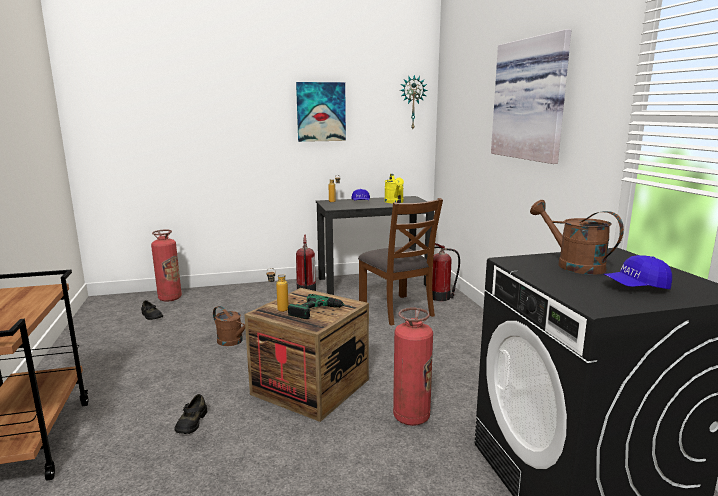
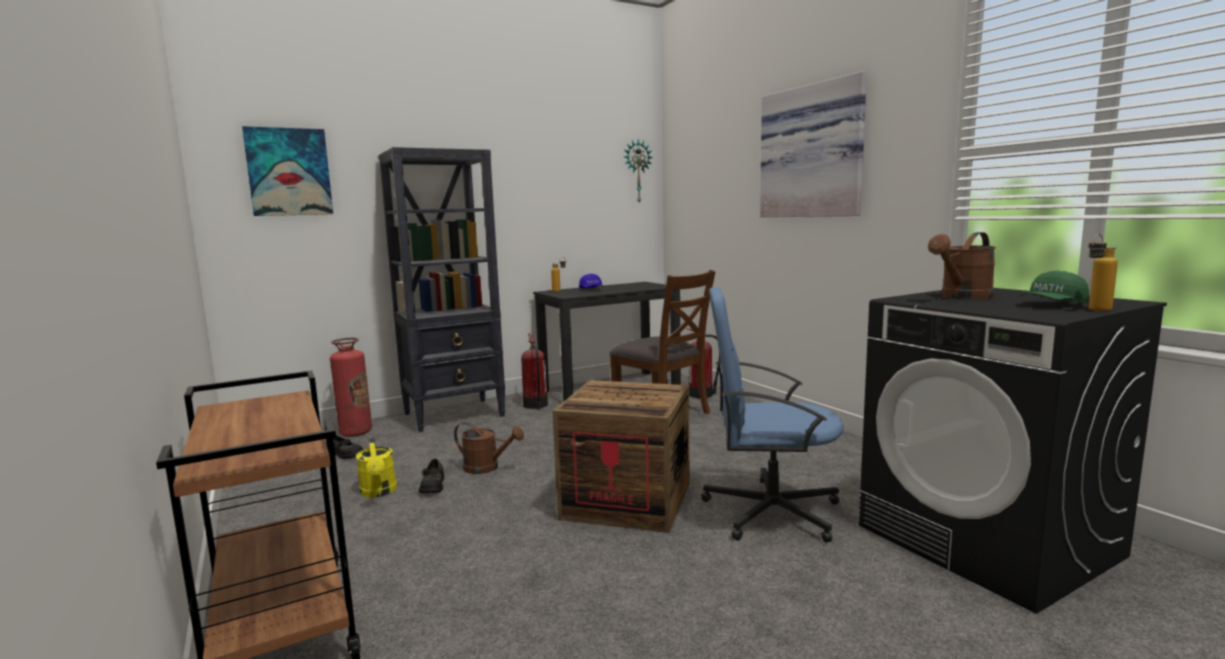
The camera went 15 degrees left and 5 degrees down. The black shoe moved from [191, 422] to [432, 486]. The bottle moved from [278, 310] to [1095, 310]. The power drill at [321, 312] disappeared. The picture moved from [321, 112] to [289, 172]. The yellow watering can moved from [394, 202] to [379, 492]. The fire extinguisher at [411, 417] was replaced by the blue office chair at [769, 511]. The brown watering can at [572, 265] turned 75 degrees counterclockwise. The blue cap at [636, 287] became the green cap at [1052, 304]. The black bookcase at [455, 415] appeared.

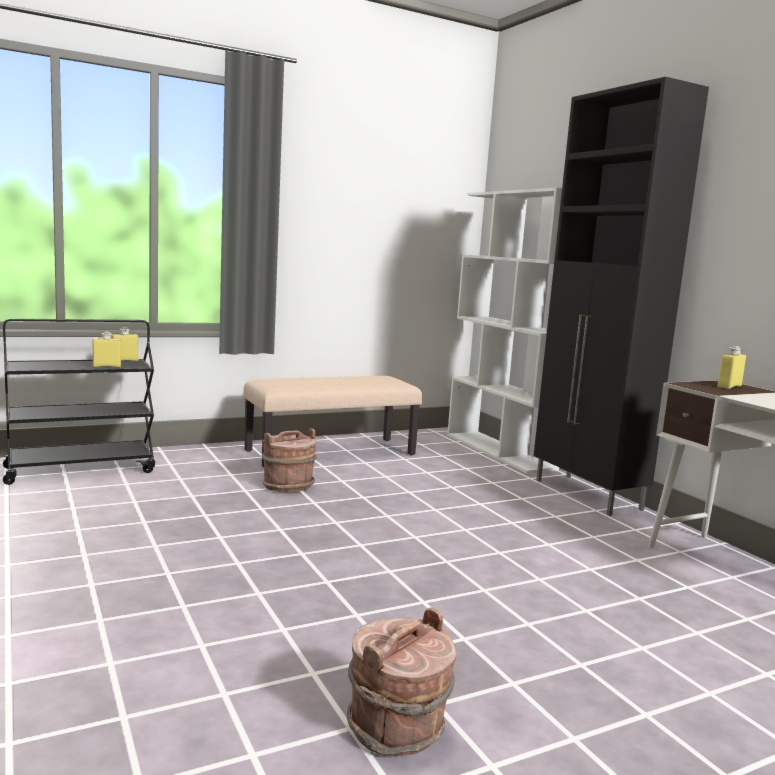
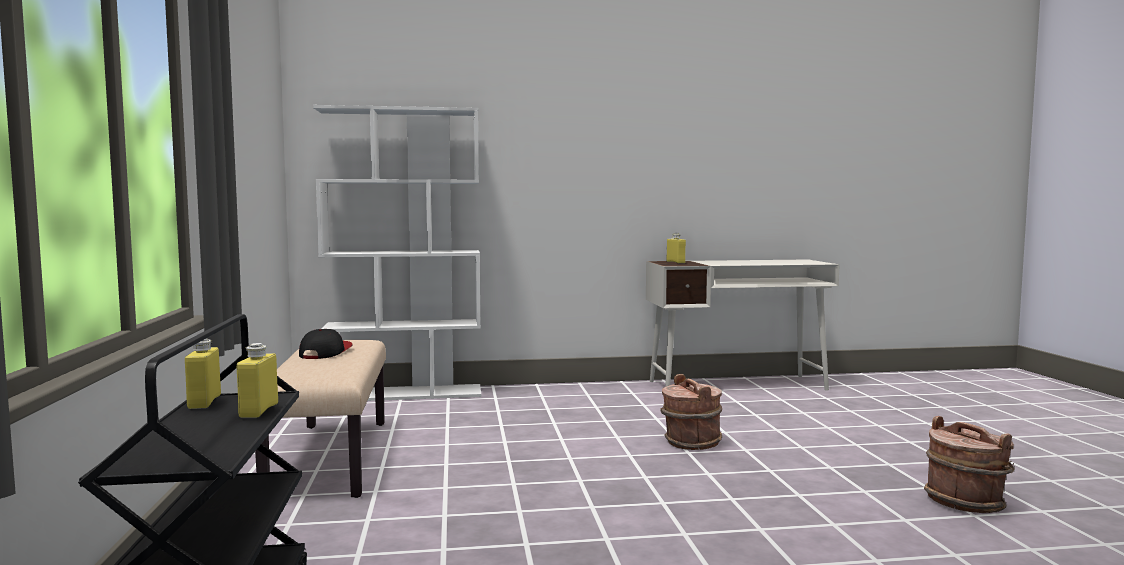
The camera went 70 degrees left and 5 degrees down. The brown bucket moved from [288, 486] to [691, 442]. The black cabinet at [587, 495] disappeared. The cap at [325, 352] appeared.

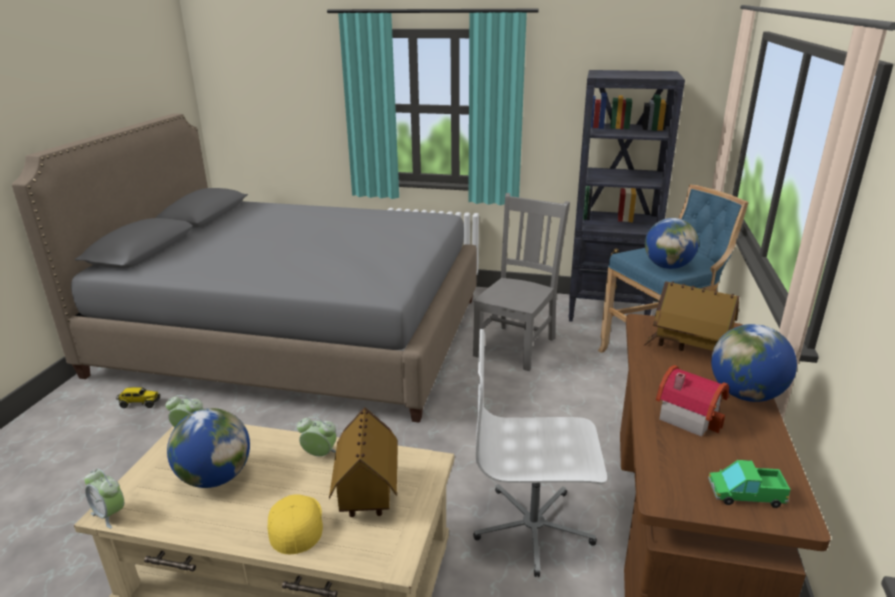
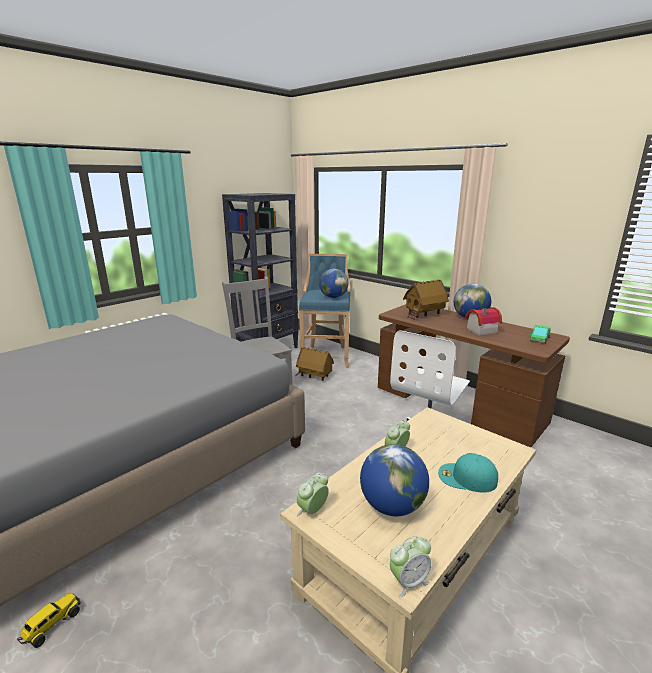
The camera went 60 degrees left and 5 degrees down. The yellow cap at [294, 523] became the turquoise cap at [466, 478]. The toy house moved from [366, 494] to [314, 377].

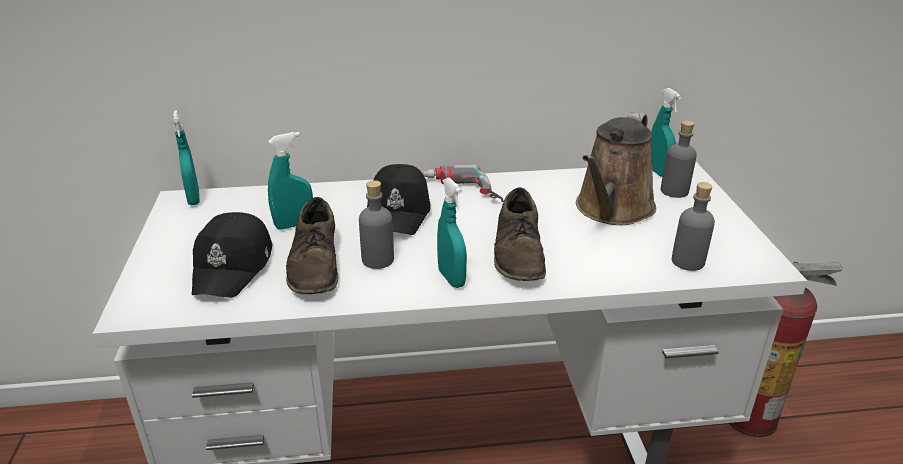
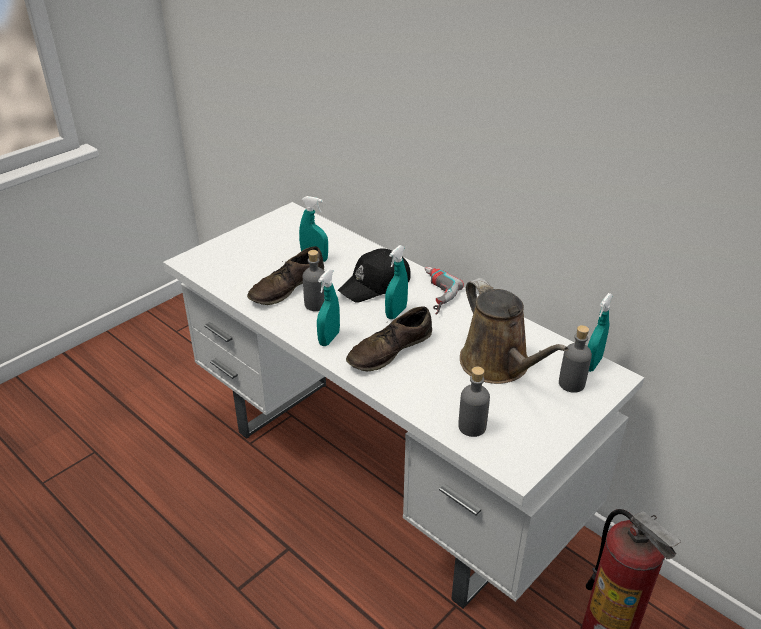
The camera went 50 degrees right and 5 degrees up. The turquoise spray bottle moved from [194, 199] to [396, 313]. The black cap at [234, 266] disappeared. The brown watering can at [612, 210] turned 105 degrees counterclockwise.

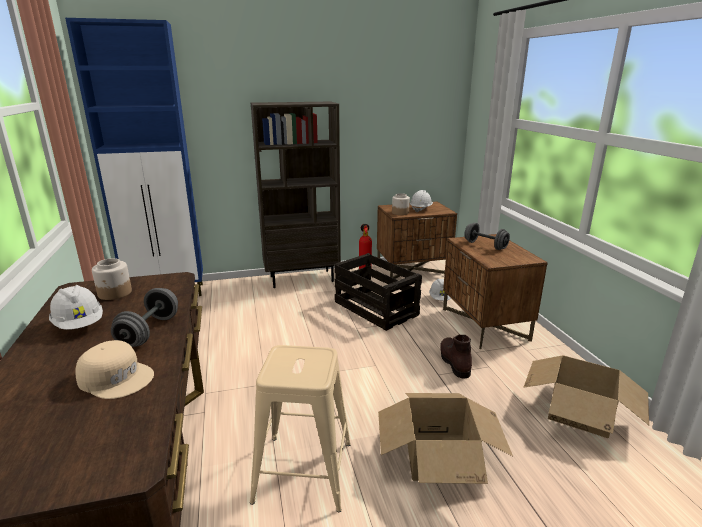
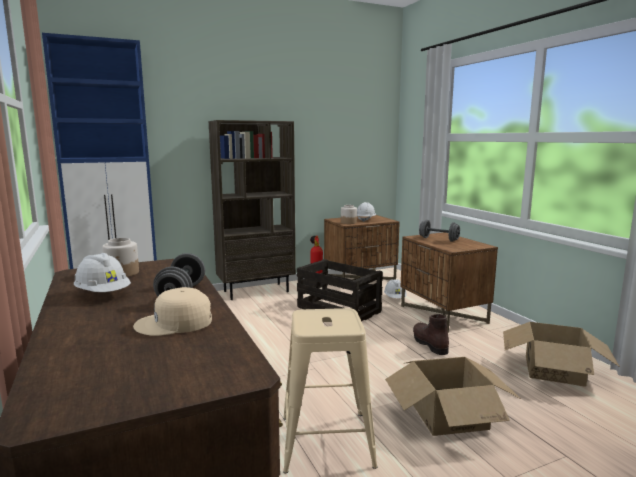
The camera went 10 degrees left and 10 degrees down. The beige cap at [117, 377] turned 150 degrees clockwise.

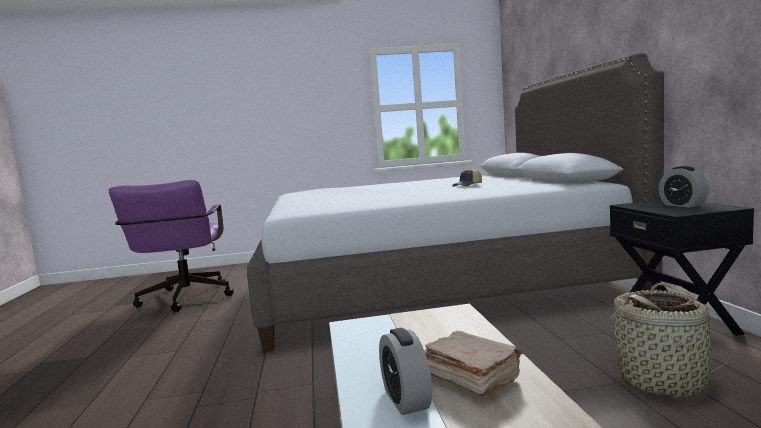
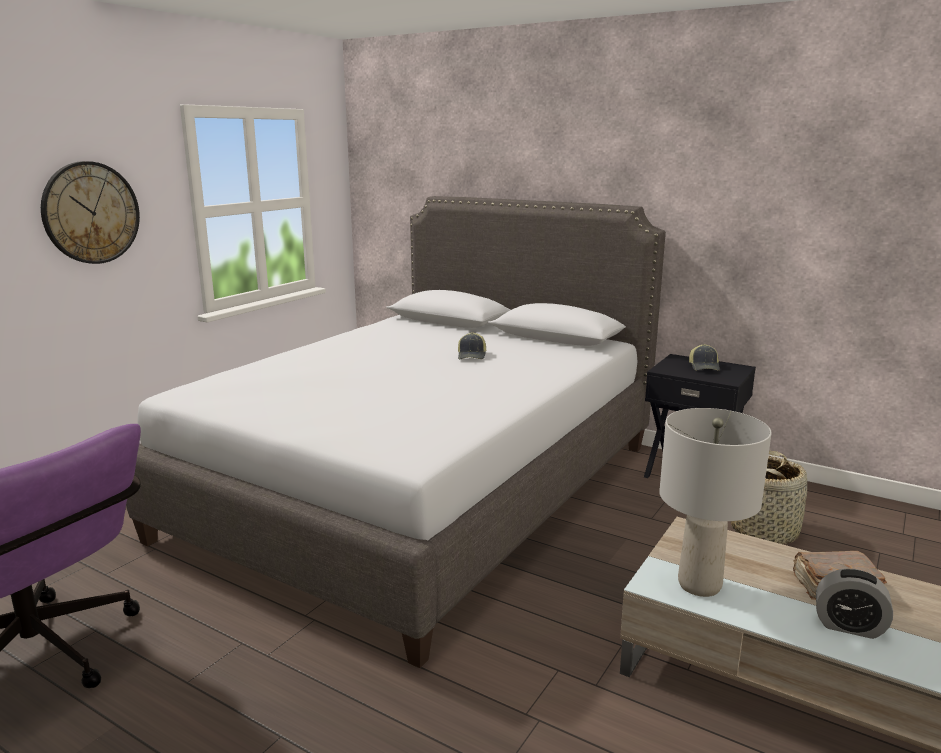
The camera went 50 degrees left and 10 degrees up. The alarm clock at [682, 205] was replaced by the cap at [704, 367]. The wall clock at [91, 213] appeared. The grey table lamp at [699, 585] appeared.

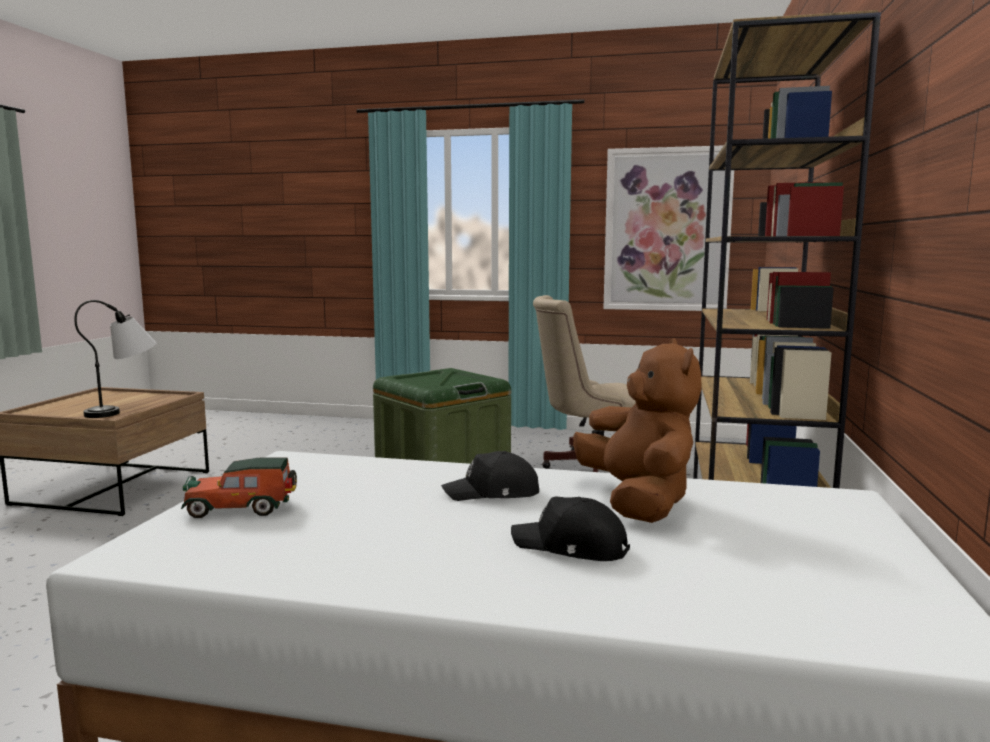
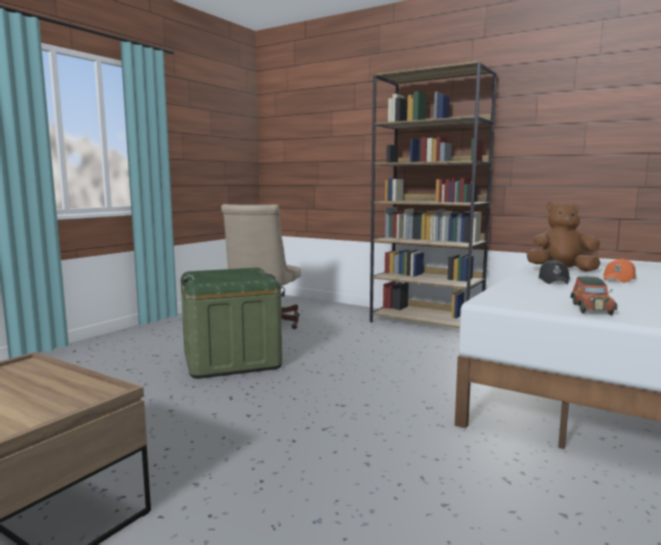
The camera went 70 degrees left and 0 degrees up. The table lamp at [125, 410] disappeared. The black cap at [570, 547] became the orange cap at [619, 279]. The picture at [667, 230] disappeared.

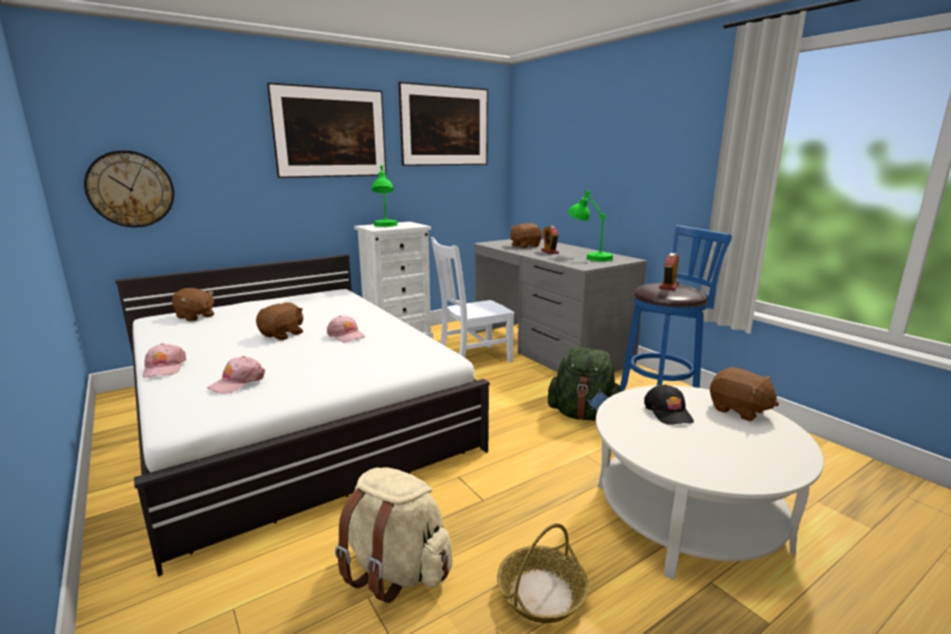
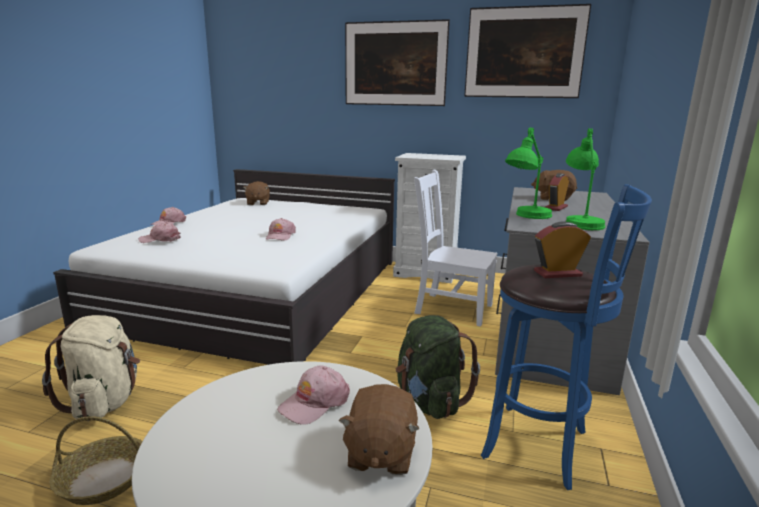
The camera went 50 degrees right and 0 degrees up. The wall clock at [130, 189] disappeared. The brown plush toy at [283, 335] disappeared. The green table lamp moved from [385, 226] to [526, 217]. The black cap at [668, 412] became the pink cap at [314, 402].

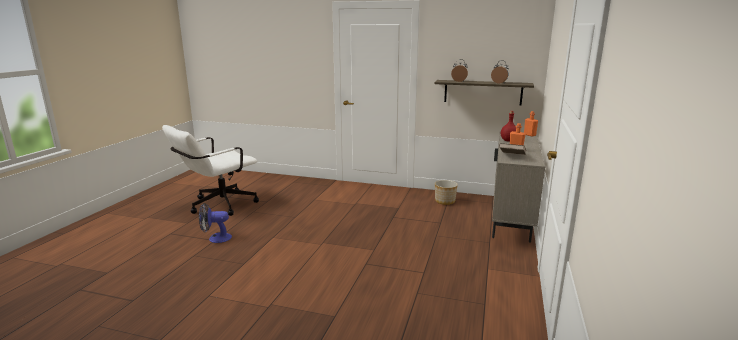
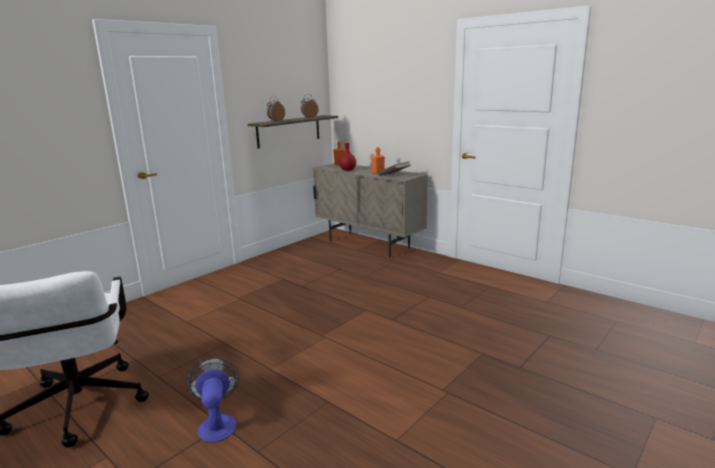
The camera went 65 degrees left and 0 degrees up. The fan at [216, 238] turned 150 degrees clockwise. The planter at [445, 201] disappeared.

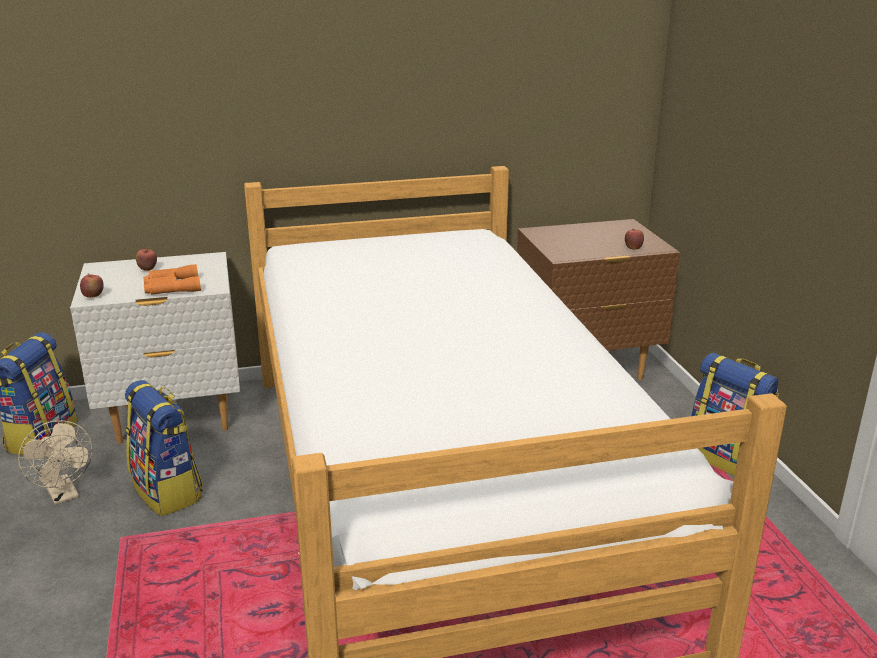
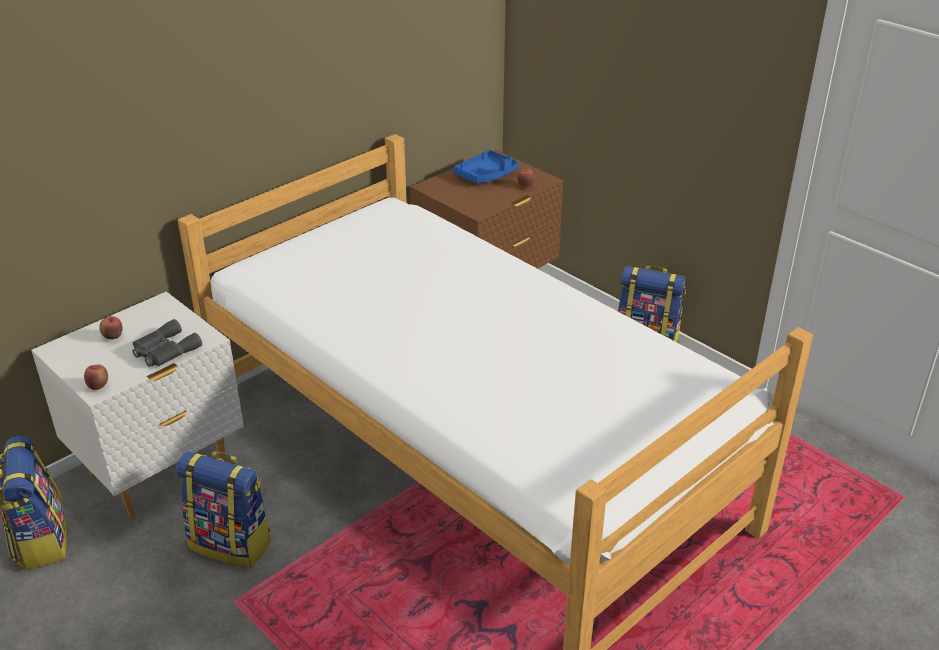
The camera went 30 degrees left and 10 degrees up. The beige fan at [64, 495] disappeared. The orange binoculars at [171, 287] became the grey binoculars at [164, 350]. The blue tray at [486, 175] appeared.

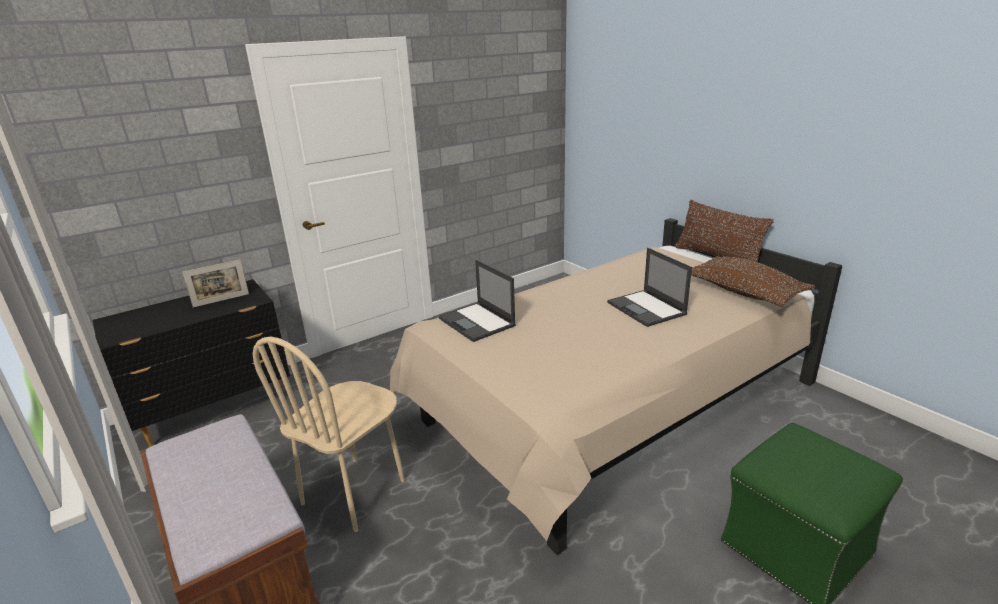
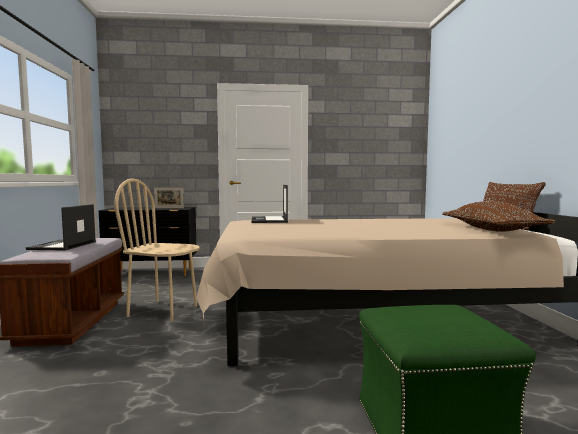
The camera went 30 degrees right and 20 degrees down. The beige chair at [354, 492] turned 45 degrees clockwise. The laptop moved from [647, 309] to [62, 245].

